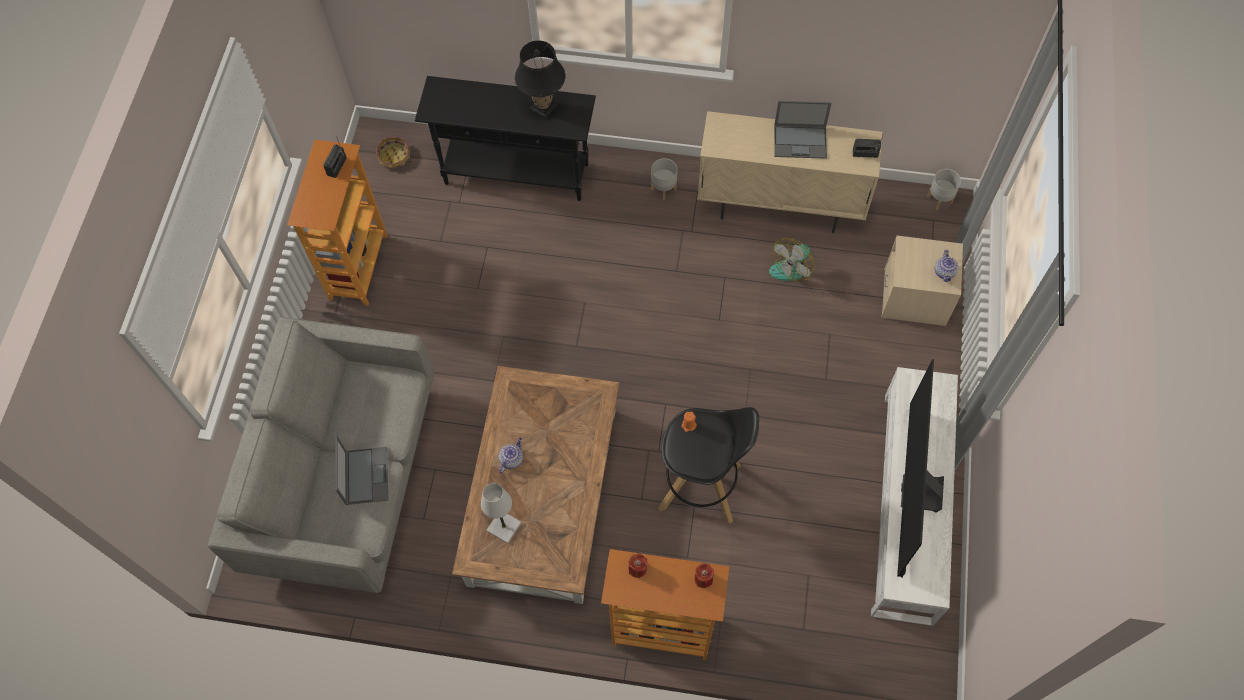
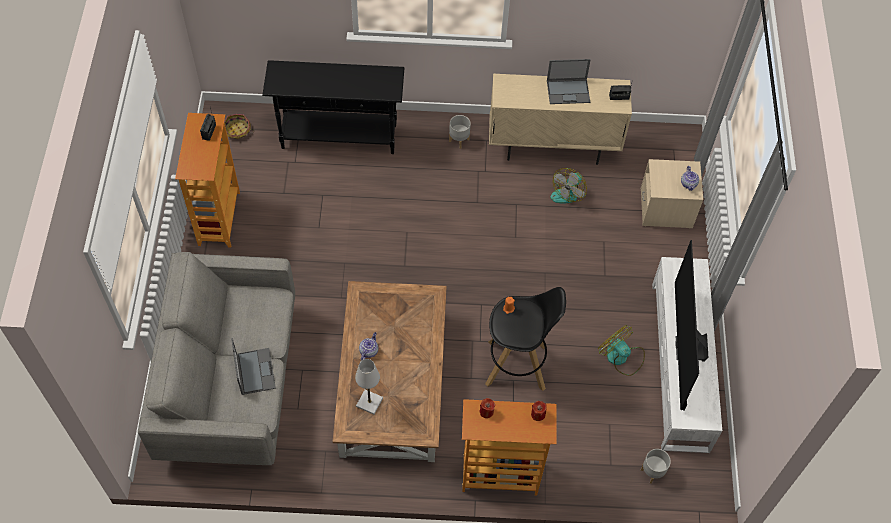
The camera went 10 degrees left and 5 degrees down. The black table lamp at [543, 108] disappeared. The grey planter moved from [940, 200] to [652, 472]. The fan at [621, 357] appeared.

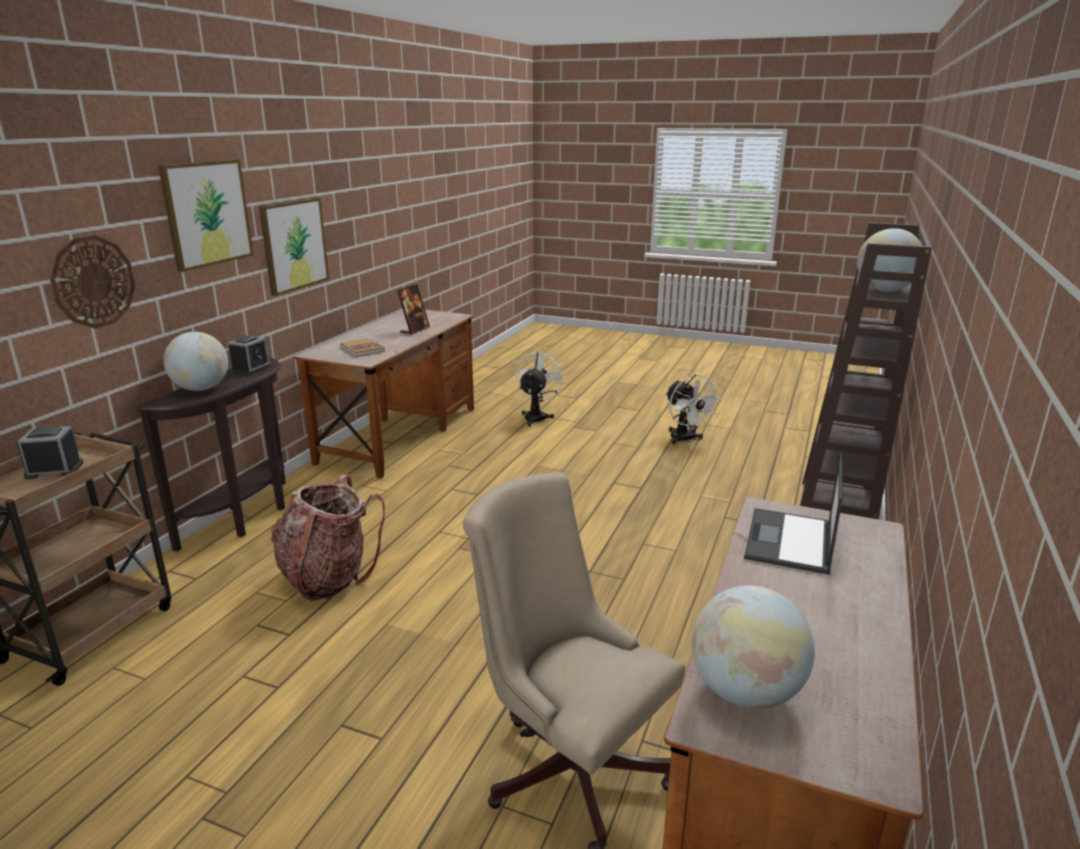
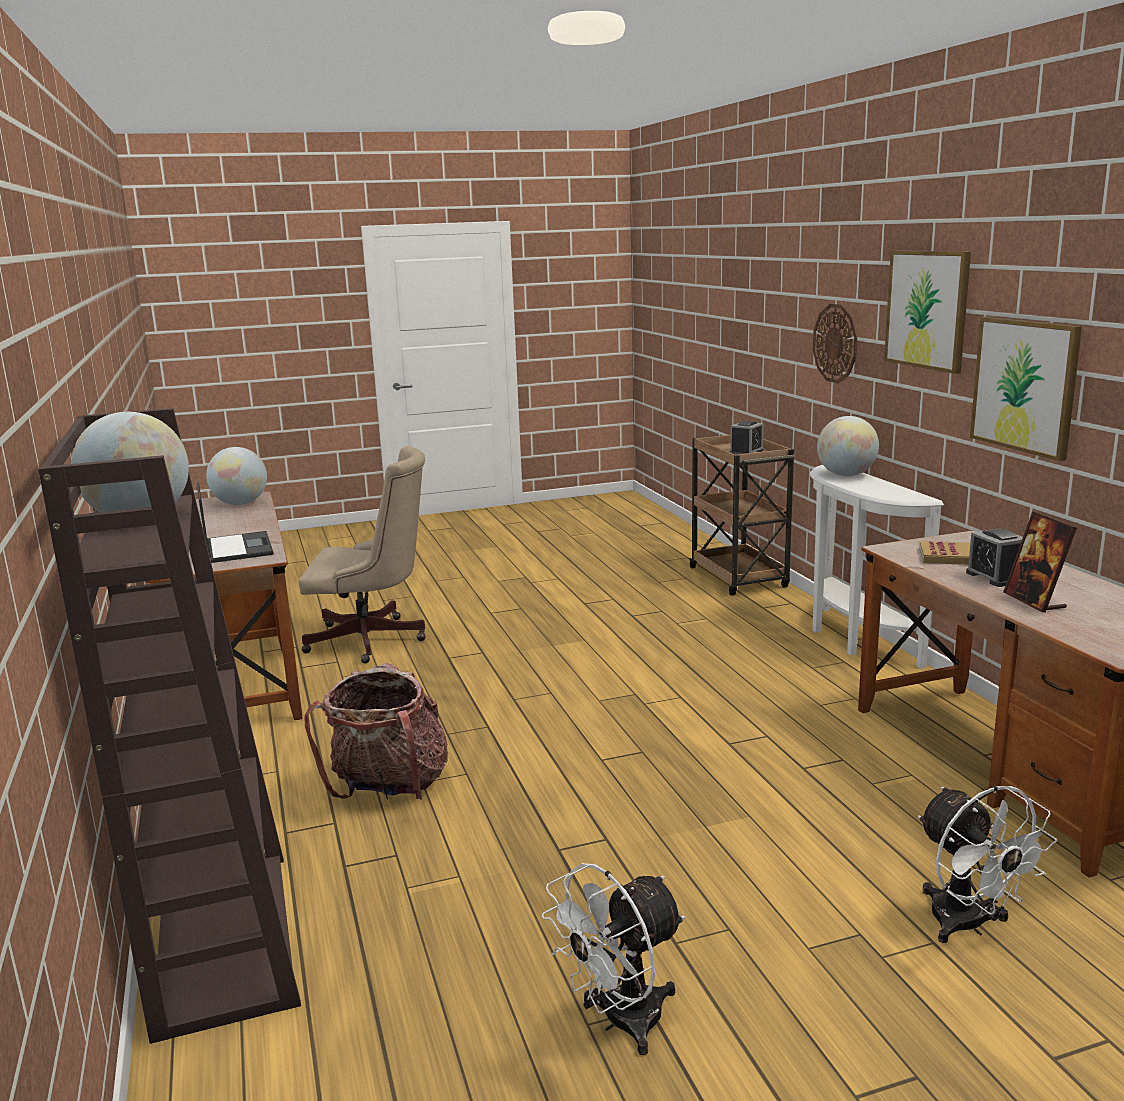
The camera went 140 degrees right and 5 degrees down. The brown console table at [247, 517] became the white console table at [853, 639]. The alarm clock moved from [251, 369] to [995, 577]. The backpack moved from [328, 577] to [389, 788]. The white fan at [685, 439] turned 60 degrees counterclockwise.

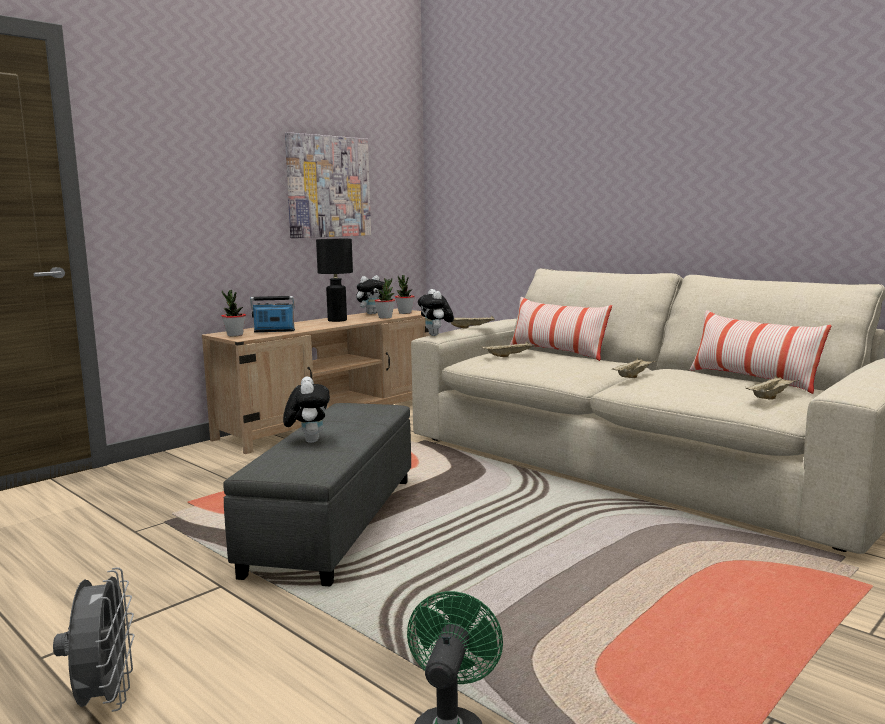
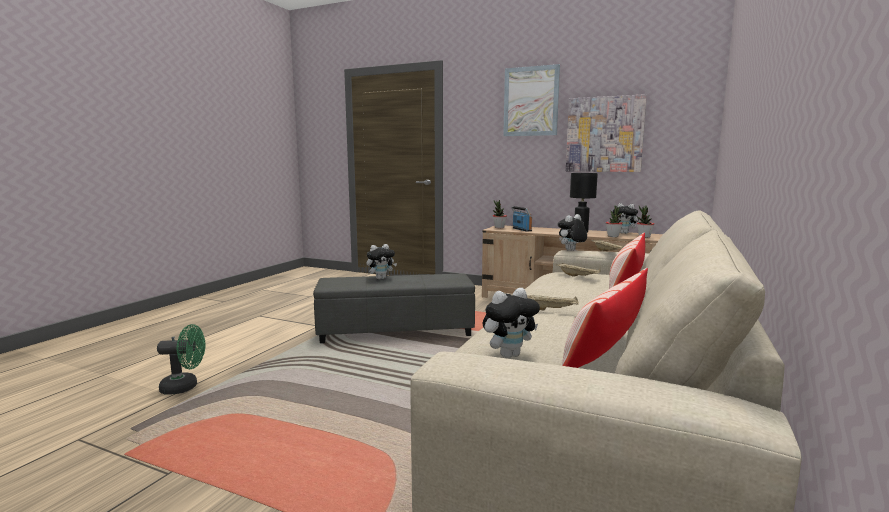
The camera went 70 degrees right and 0 degrees up. The grey fan at [105, 700] disappeared. The beige tray at [771, 397] was replaced by the plush toy at [509, 355]. The picture at [531, 101] appeared.

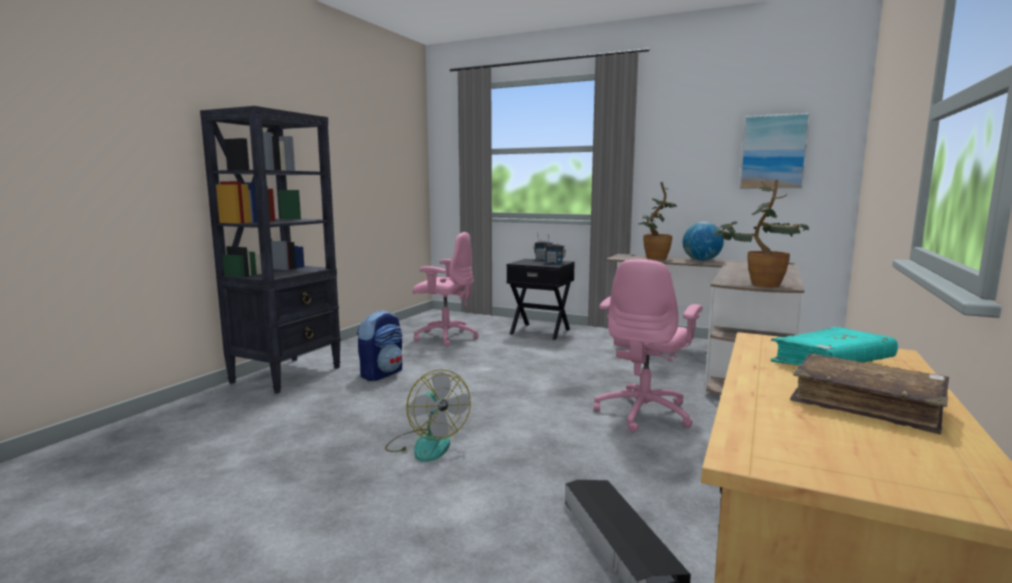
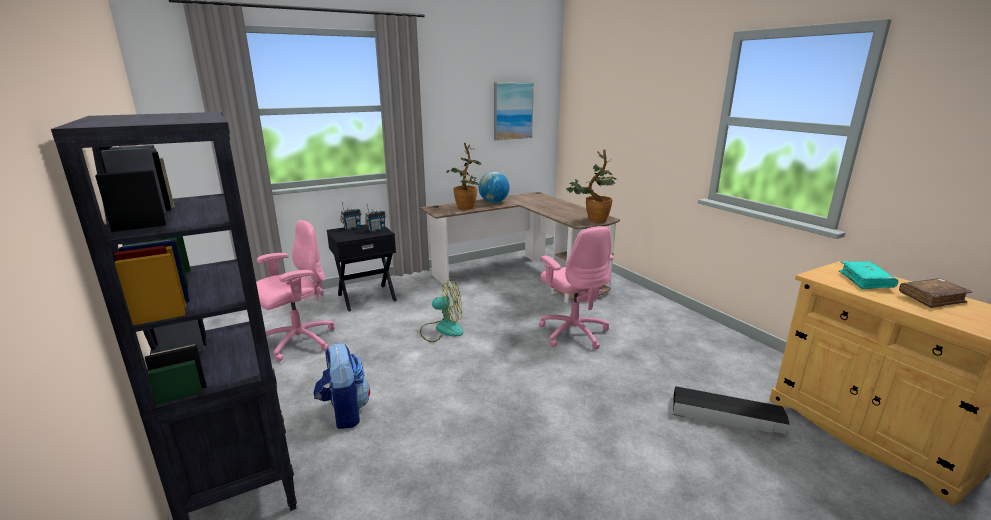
The camera went 55 degrees left and 10 degrees up. The fan moved from [426, 444] to [442, 329].

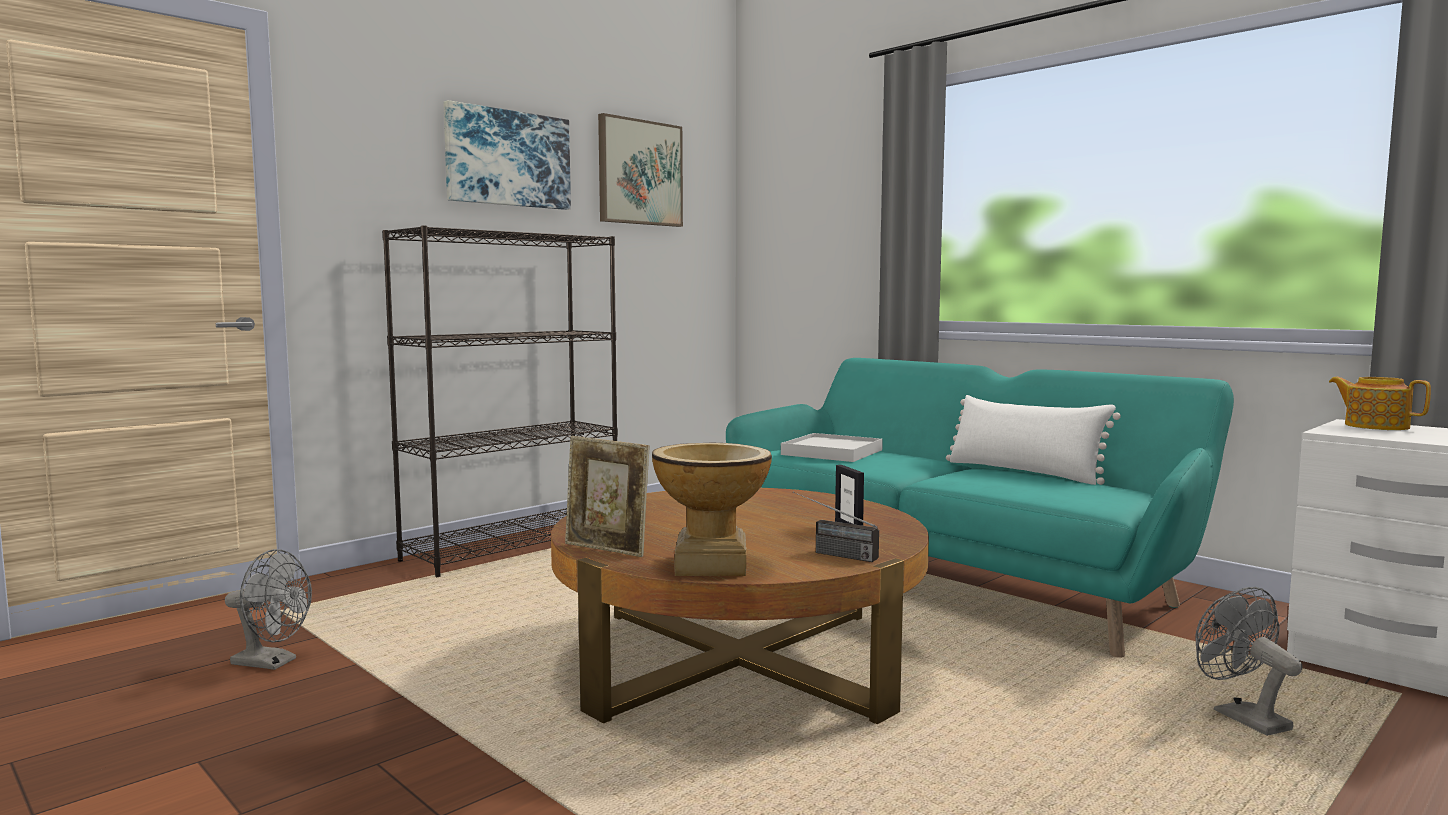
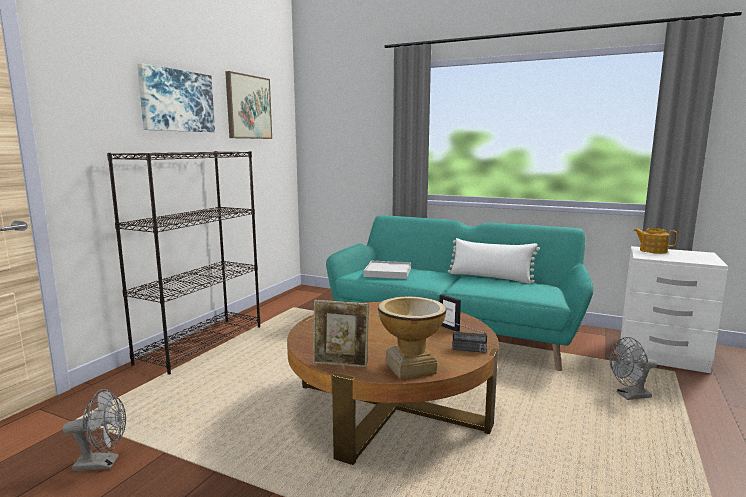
The camera went 20 degrees left and 5 degrees up. The grey fan at [1241, 717] turned 60 degrees counterclockwise.

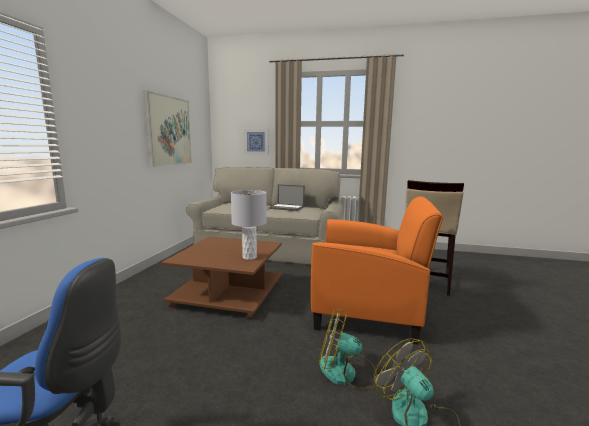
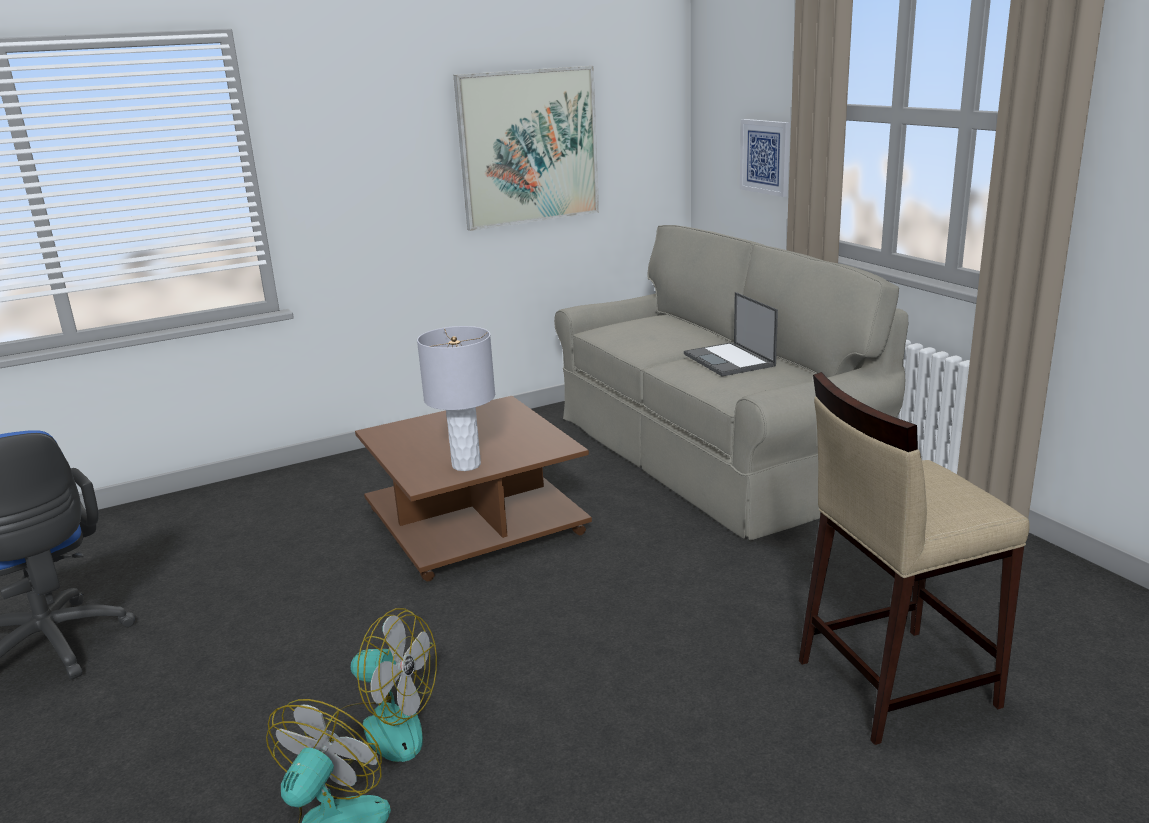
The camera went 50 degrees right and 10 degrees up. The orange armchair at [367, 311] disappeared. The fan at [346, 373] turned 135 degrees clockwise.

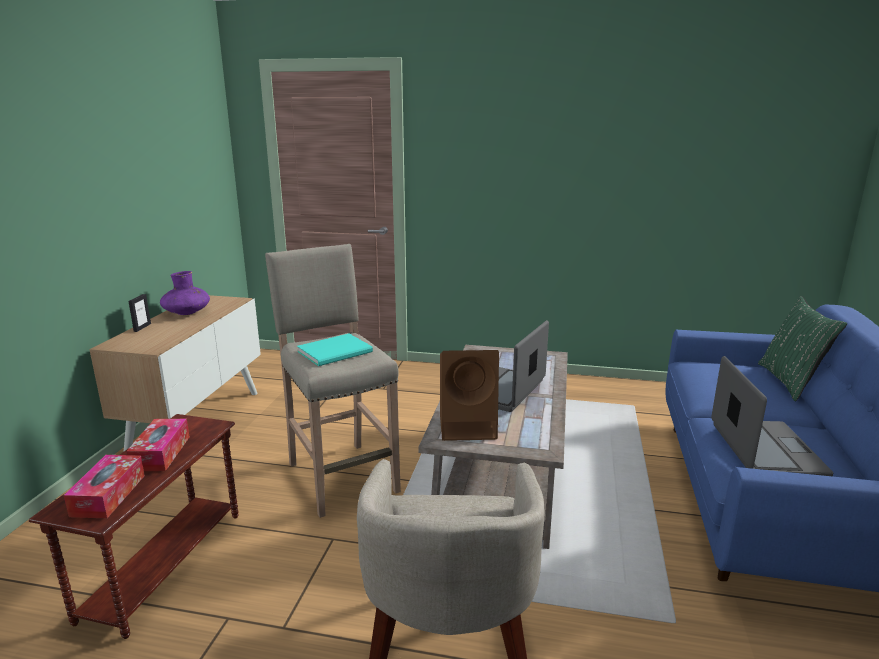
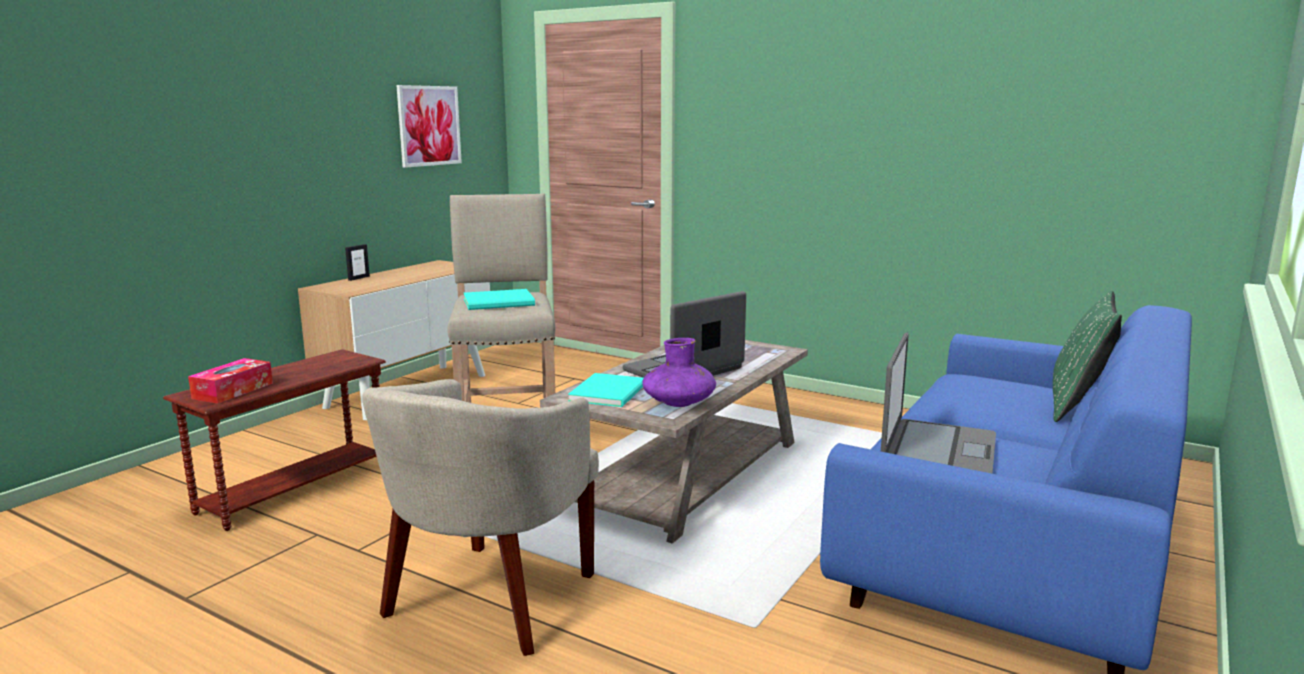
The camera went 20 degrees right and 5 degrees down. The tissue box at [161, 453] disappeared. The purple vase moved from [187, 313] to [678, 403]. The brown speaker at [469, 426] was replaced by the turquoise book at [611, 392]. The picture at [429, 126] appeared.

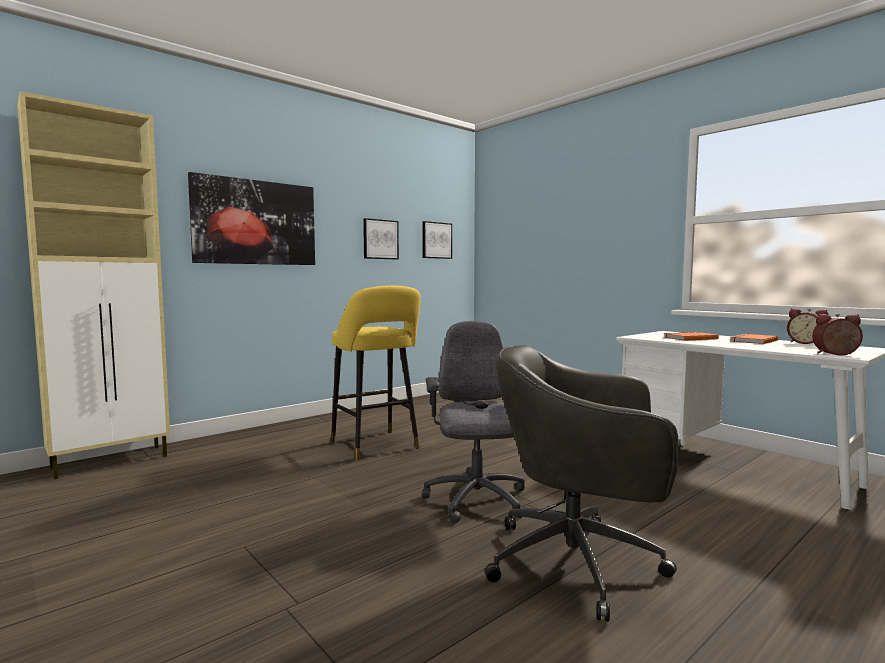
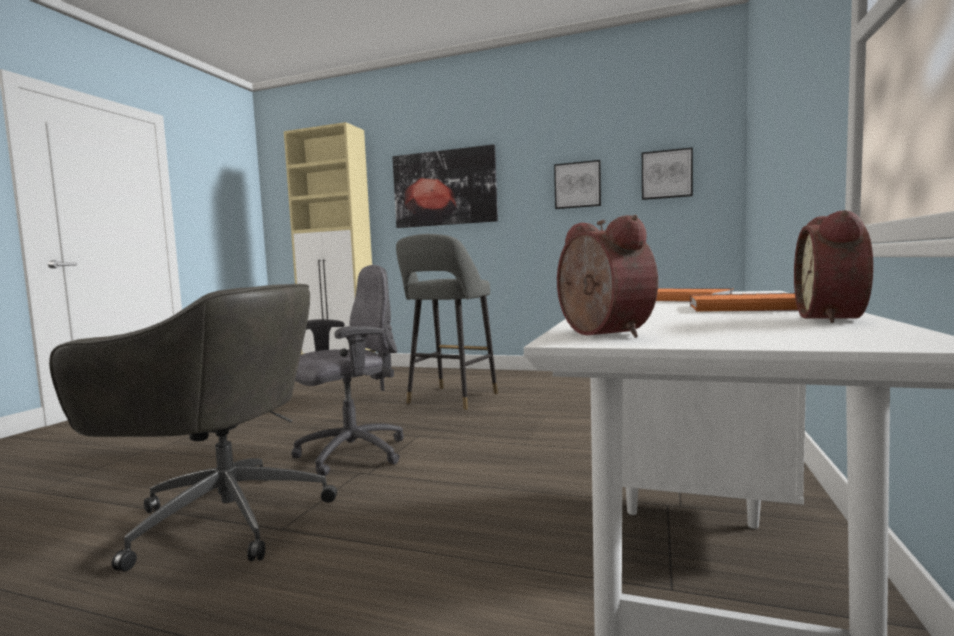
The camera went 60 degrees right and 0 degrees up. The yellow stool at [377, 447] became the grey stool at [450, 399]. The grey office chair at [579, 563] turned 120 degrees clockwise.

